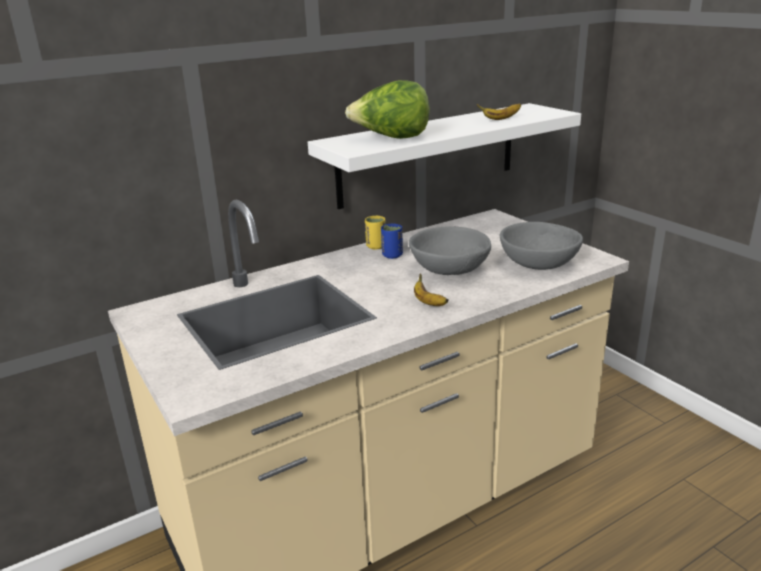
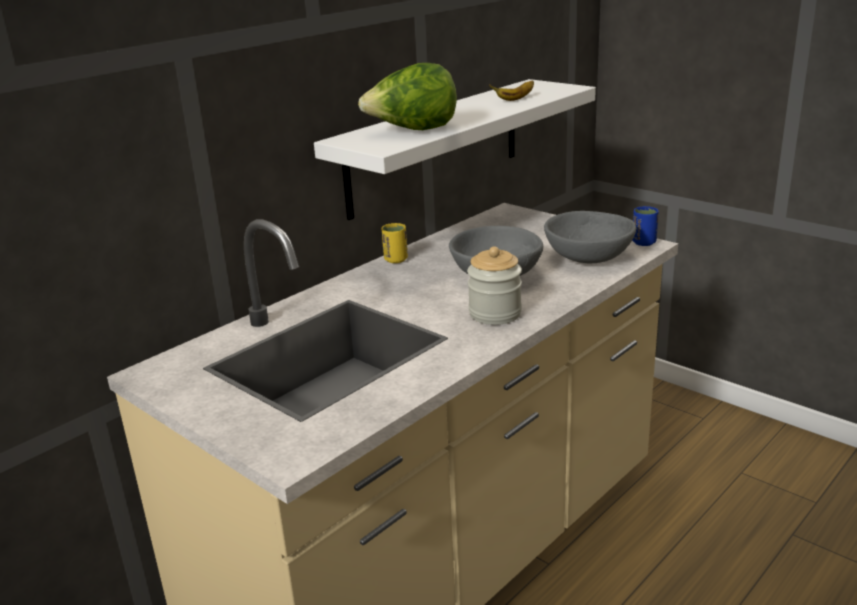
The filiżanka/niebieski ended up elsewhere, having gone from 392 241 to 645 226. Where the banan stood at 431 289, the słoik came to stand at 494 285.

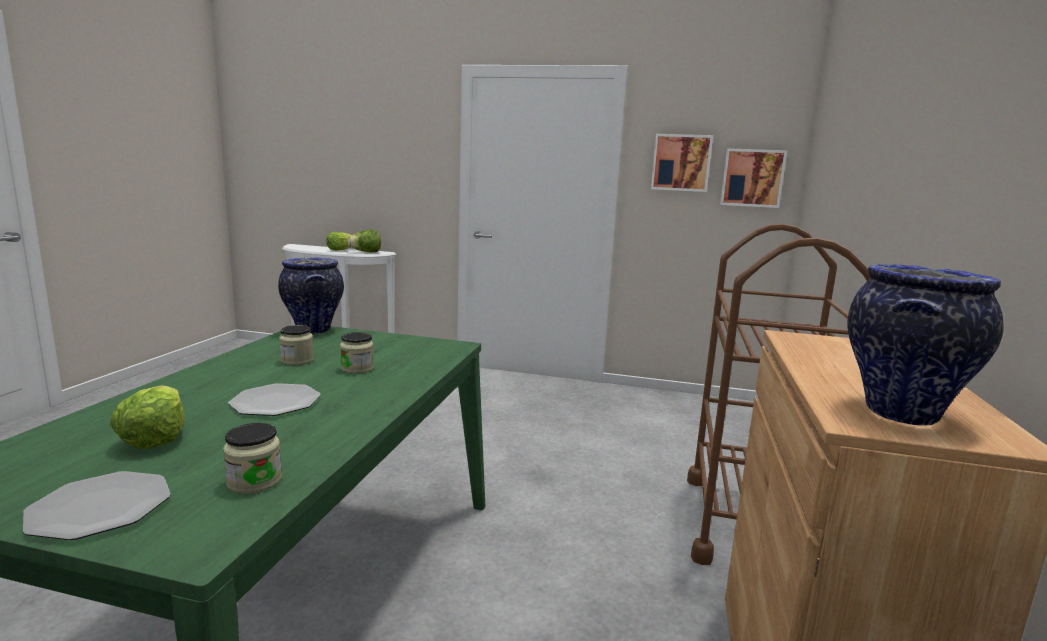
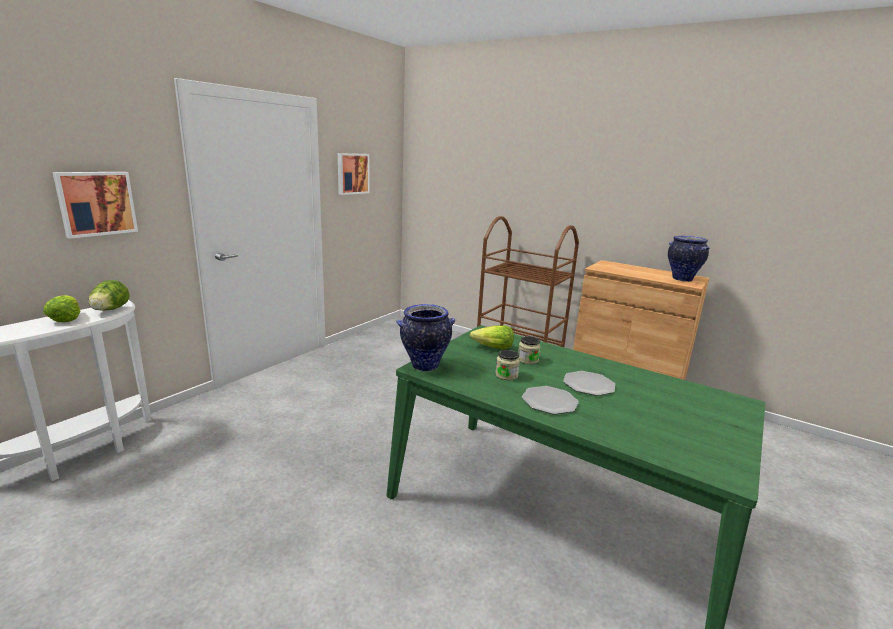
The talerz ended up elsewhere, having gone from 97 505 to 550 400. The sałata ended up elsewhere, having gone from 147 417 to 492 337. The second view lost the słoik at 252 458. The obraz ended up elsewhere, having gone from 753 178 to 95 205.

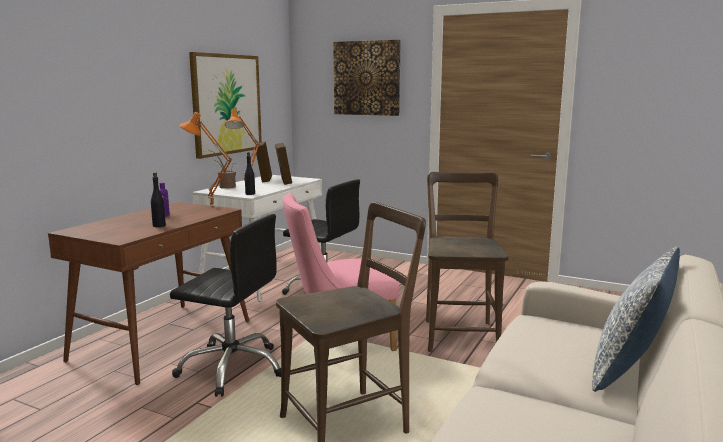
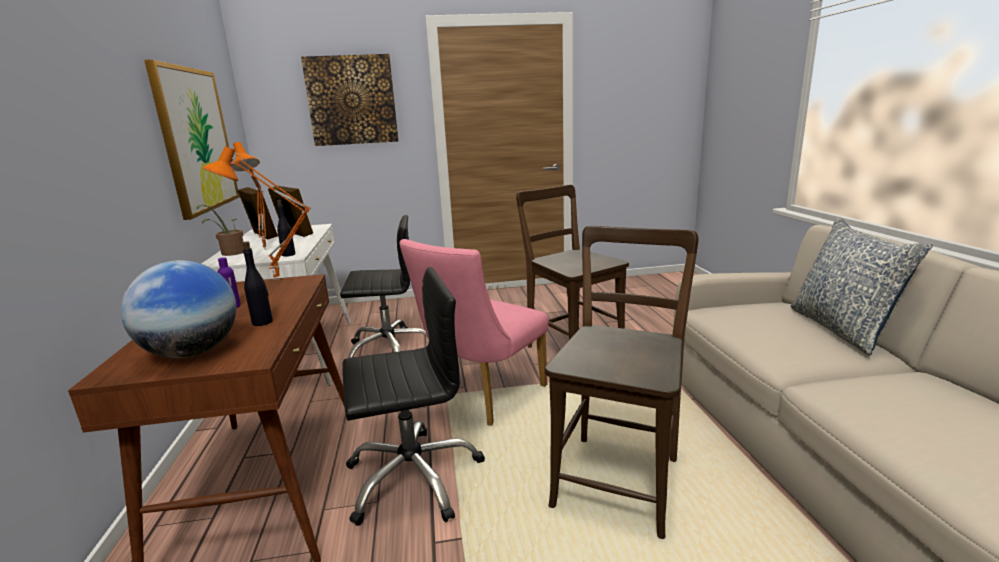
The second view gained the globus at 178 309.

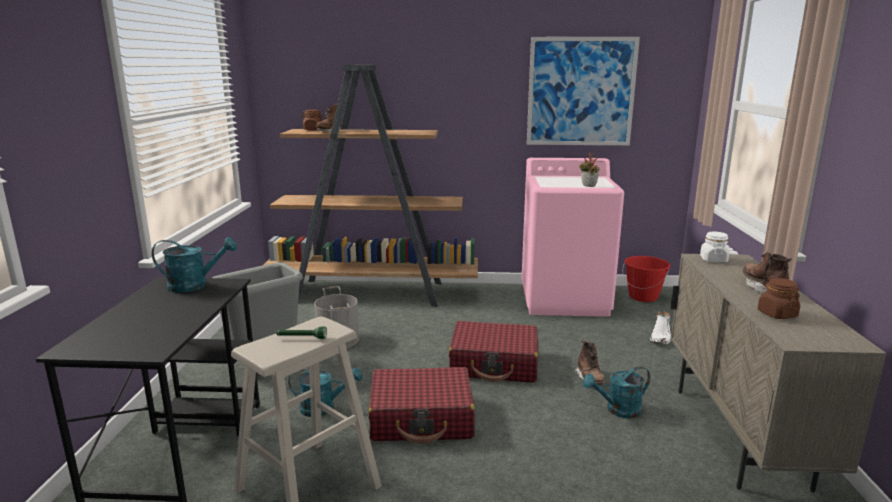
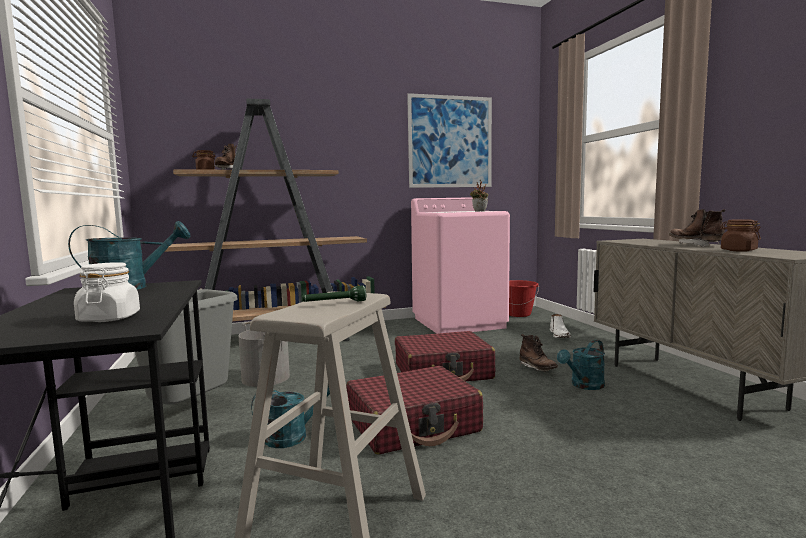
The słoik/biały ended up elsewhere, having gone from 714 247 to 107 292.

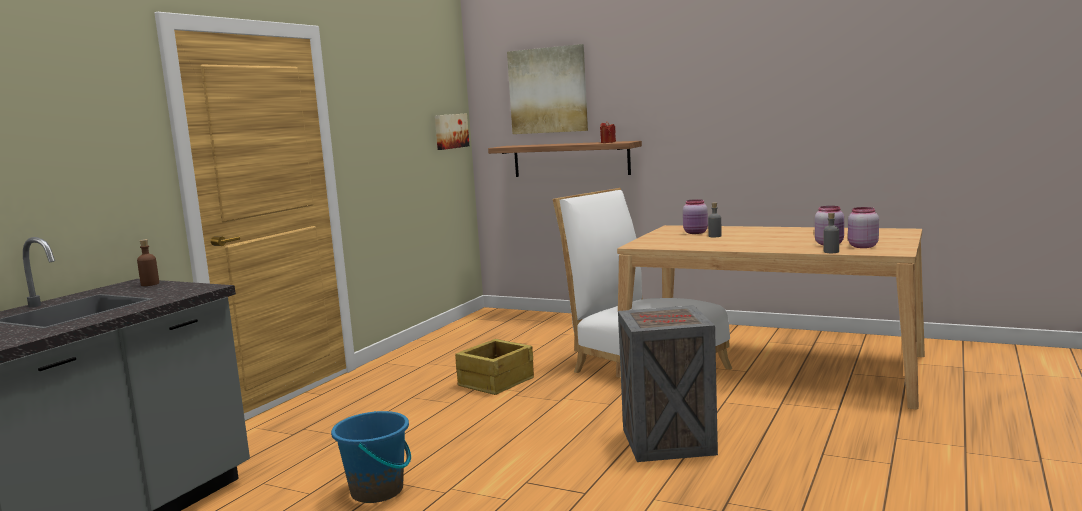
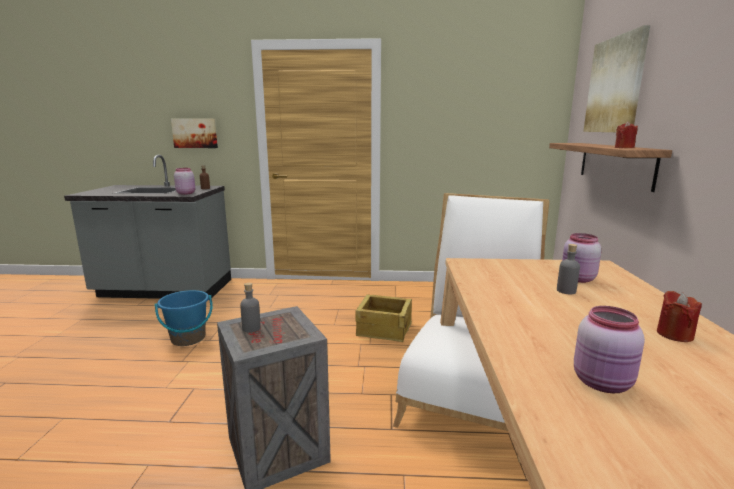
The obraz ended up elsewhere, having gone from 452 131 to 194 133. The butelka/szary ended up elsewhere, having gone from 831 233 to 250 308. The słoik/różowy ended up elsewhere, having gone from 863 227 to 184 181. The second view gained the świeca/czerwony at 679 316.

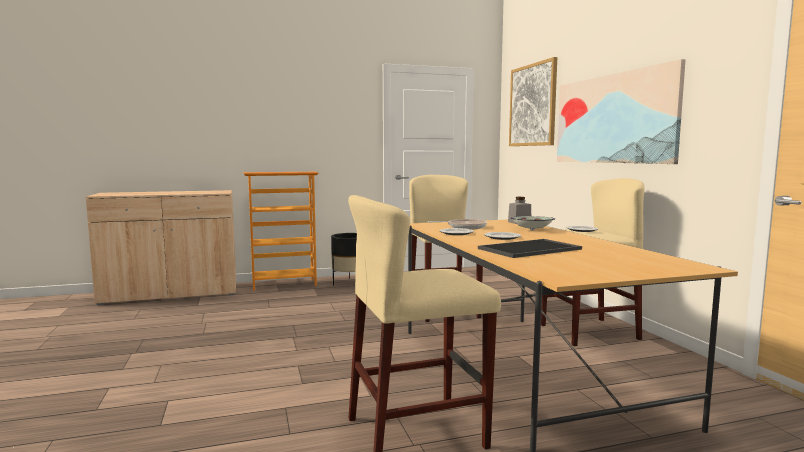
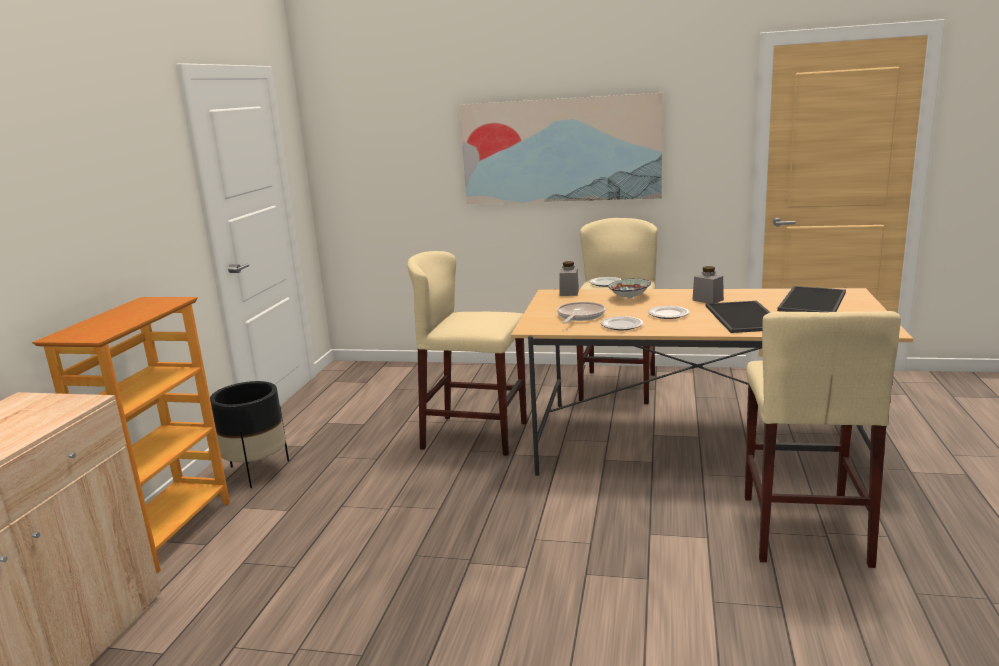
The second view lost the obraz at 533 101. The second view gained the słoik/szary at 708 284. The second view gained the taca at 811 299.

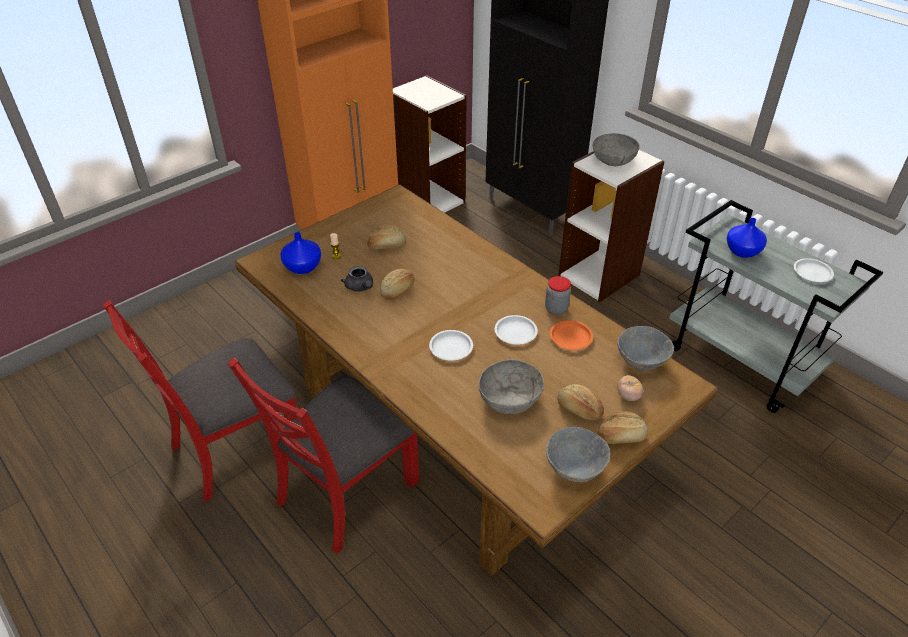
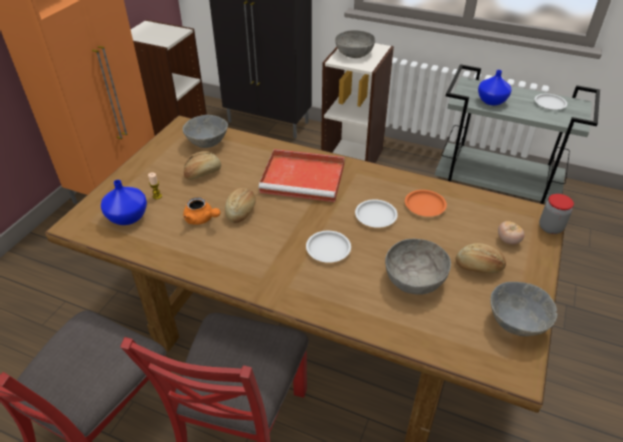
What was the imbryk/szary at 357 279 turned into the imbryk/pomarańczowy at 202 211. The słoik ended up elsewhere, having gone from 558 295 to 556 214. The second view lost the chleb at 622 427. The miska/szary ended up elsewhere, having gone from 645 348 to 205 131. The second view gained the taca/czerwony at 302 175.

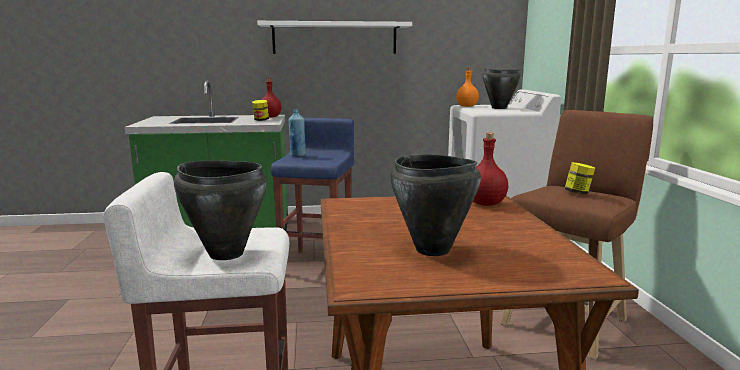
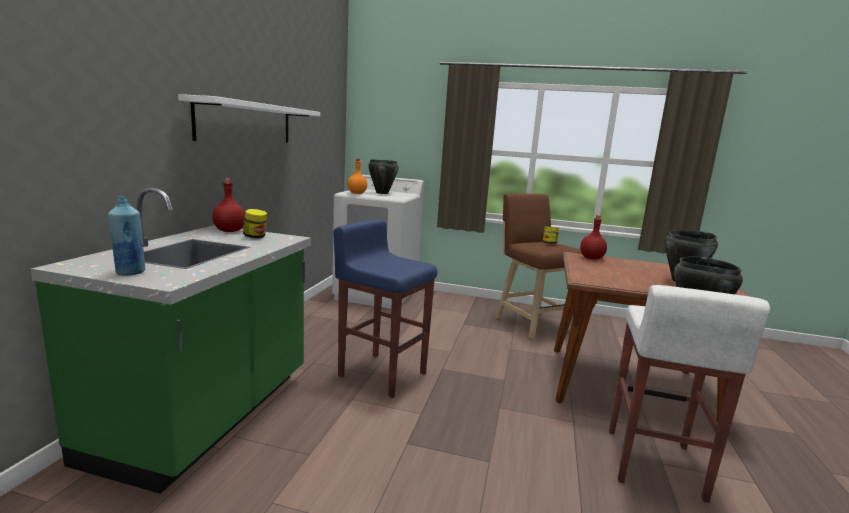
The butelka/niebieski ended up elsewhere, having gone from 297 133 to 126 236.

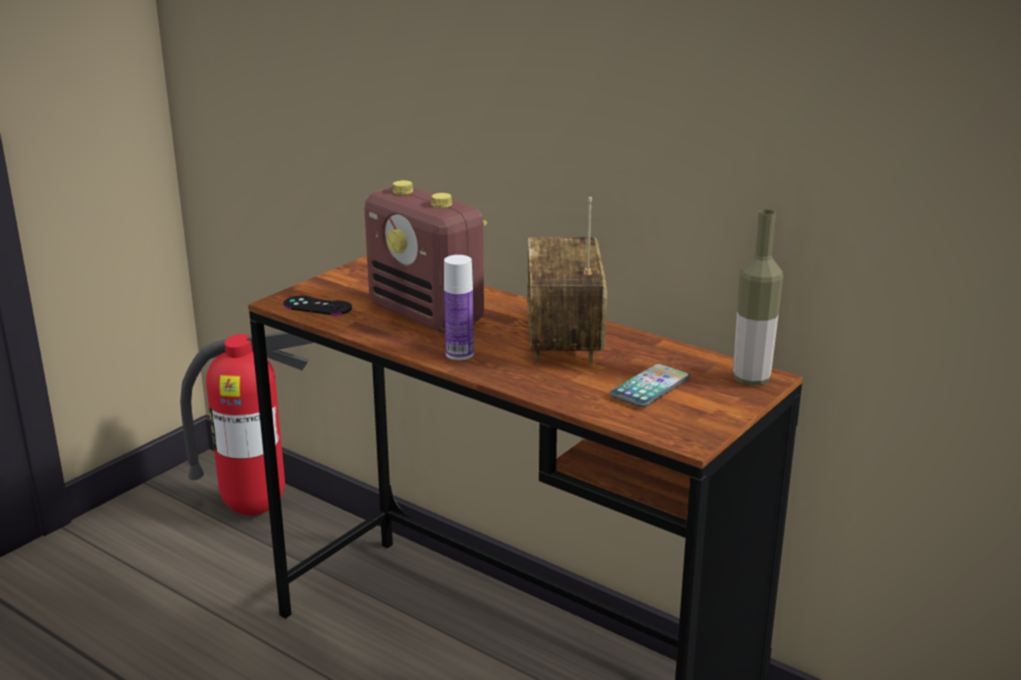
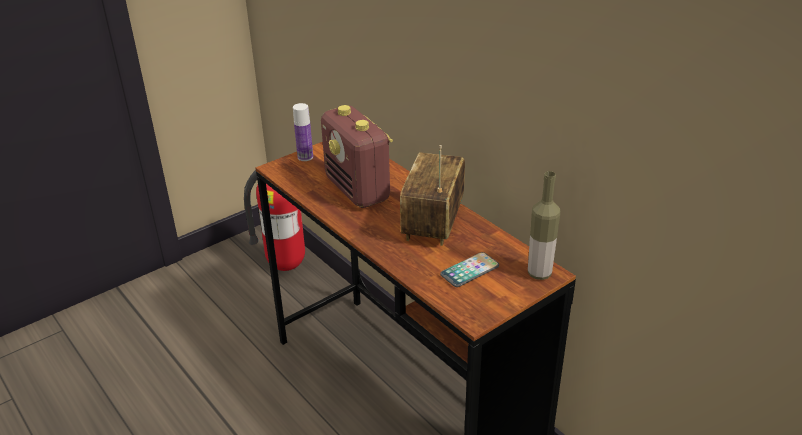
The second view lost the pad do gier/czarny at 317 305. The butelka ended up elsewhere, having gone from 459 307 to 303 132.

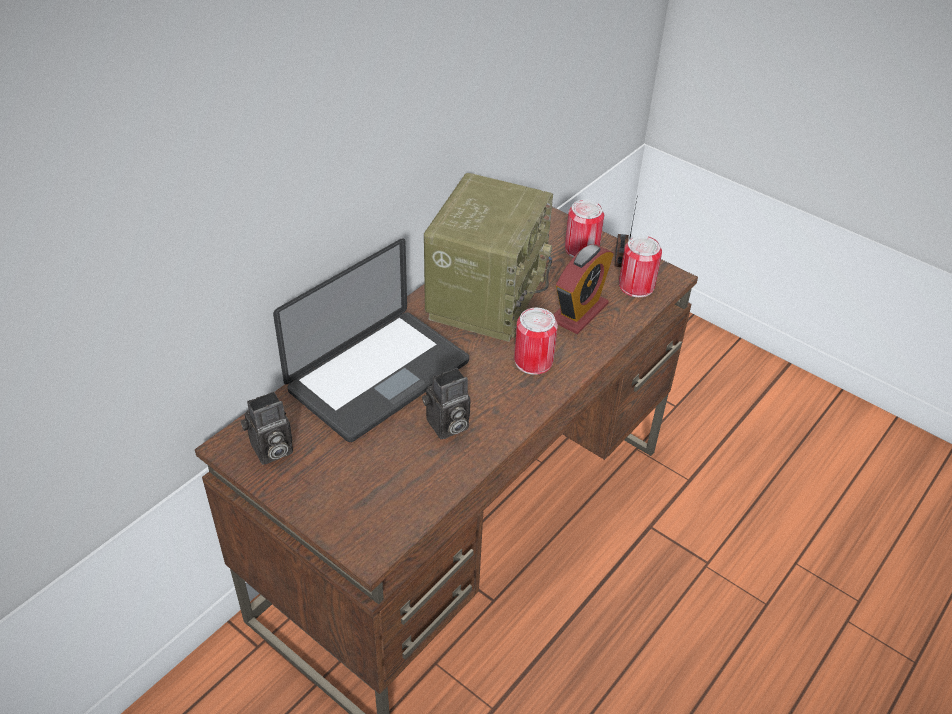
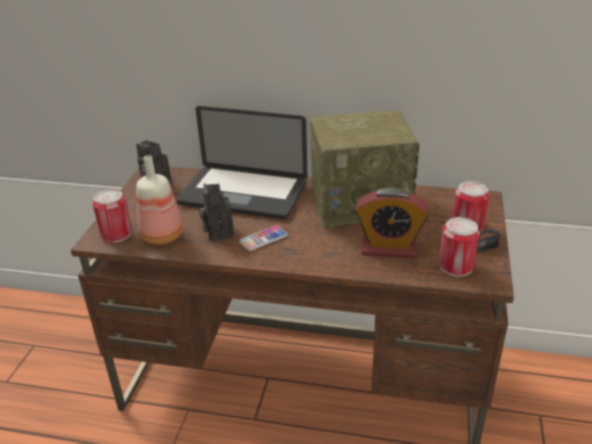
The aparat fotograficzny at 446 403 ended up facing another way, 45 degrees clockwise from before. The puszka ended up elsewhere, having gone from 536 341 to 112 216. The second view gained the butelka at 159 200. The second view gained the telefon at 263 238.

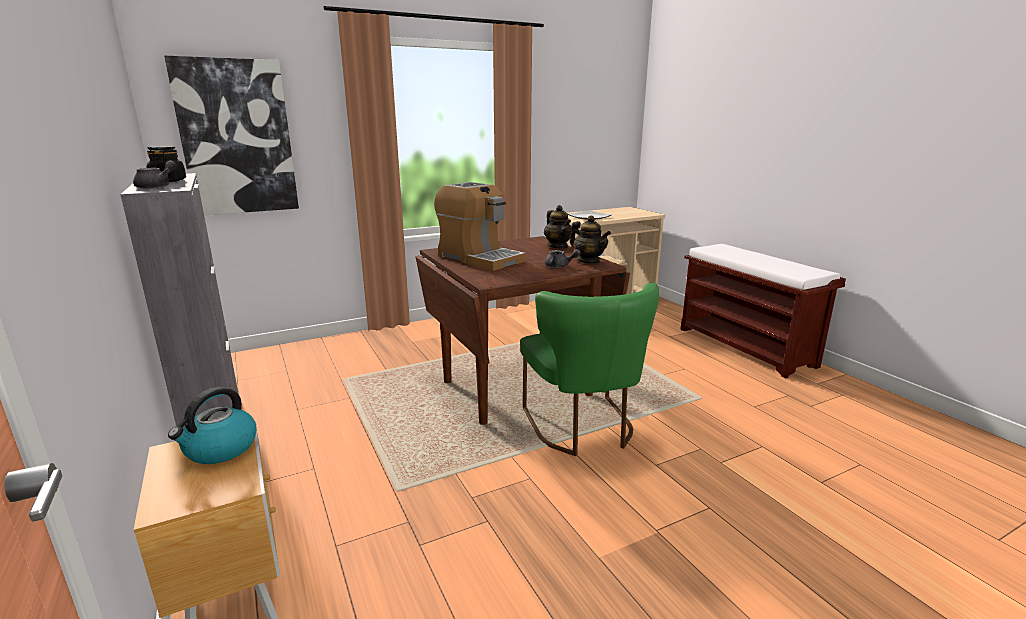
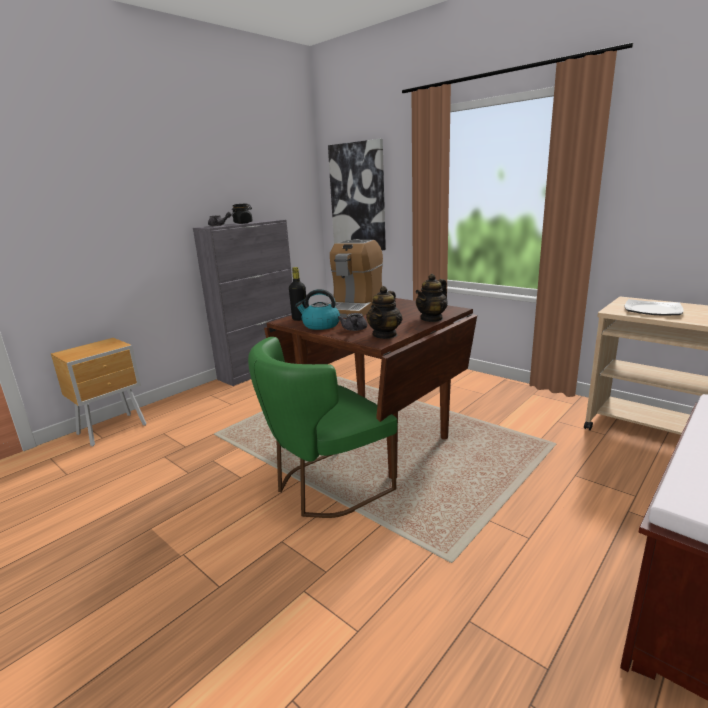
The czajnik ended up elsewhere, having gone from 212 425 to 317 309. The second view gained the butelka/czarny at 297 294.

